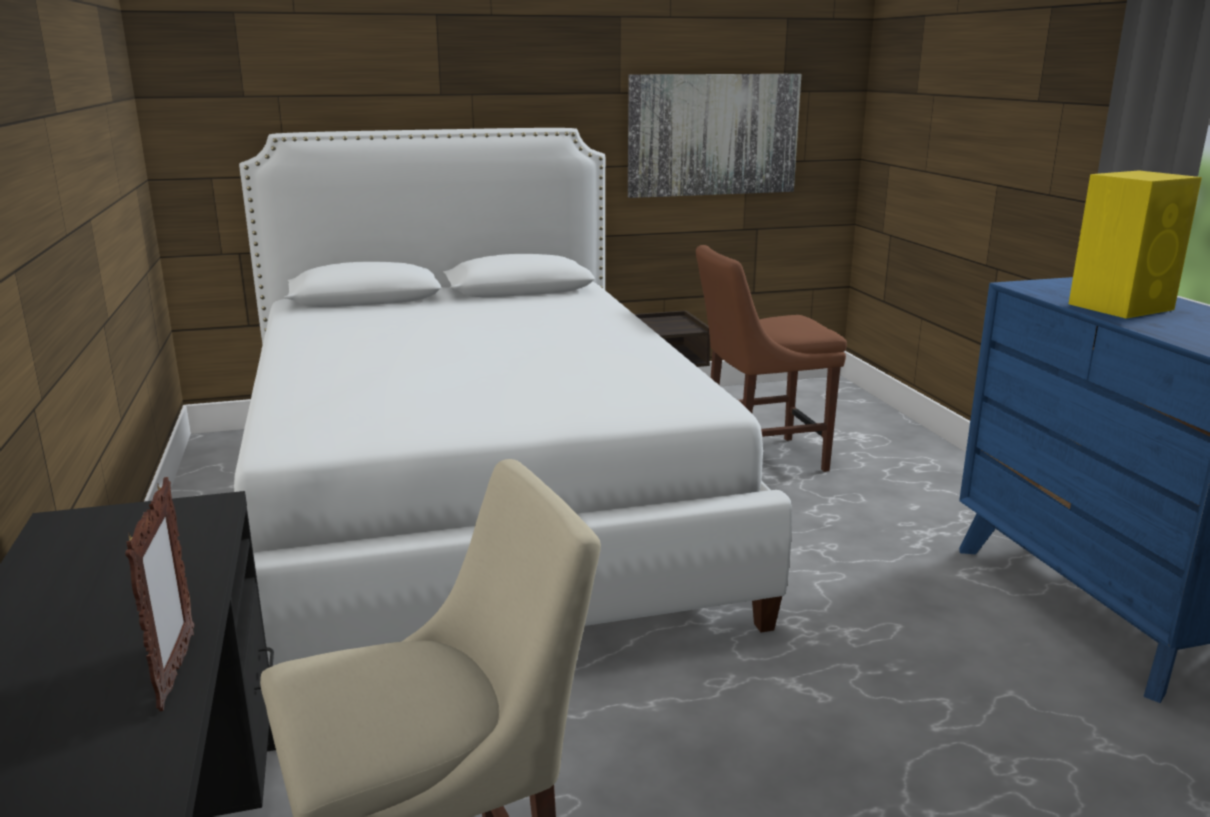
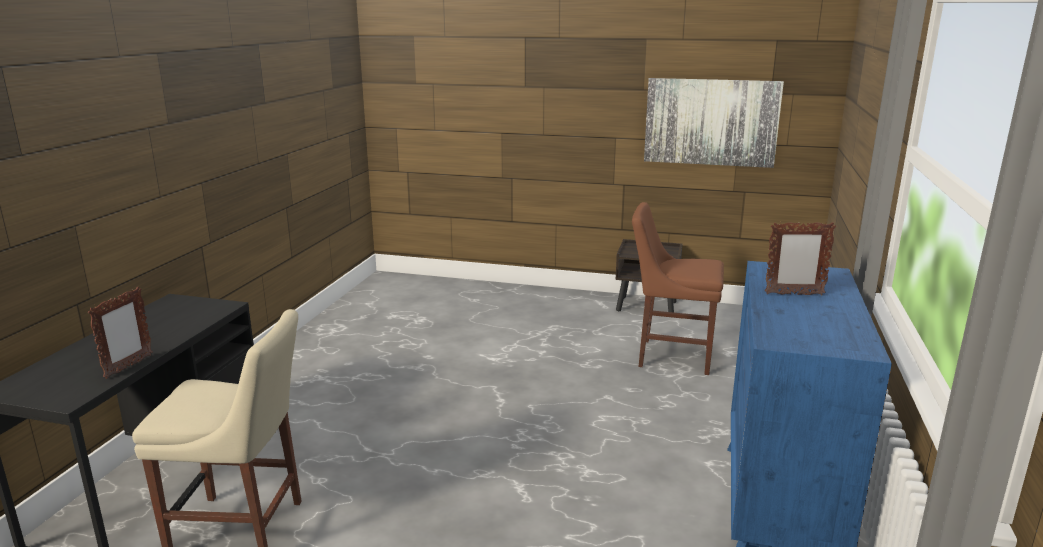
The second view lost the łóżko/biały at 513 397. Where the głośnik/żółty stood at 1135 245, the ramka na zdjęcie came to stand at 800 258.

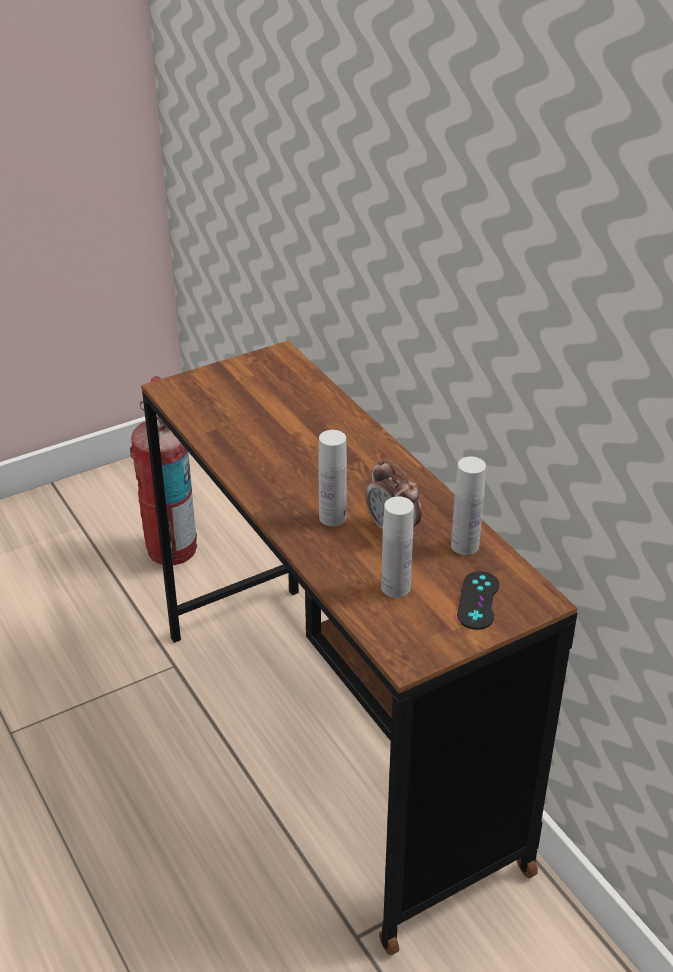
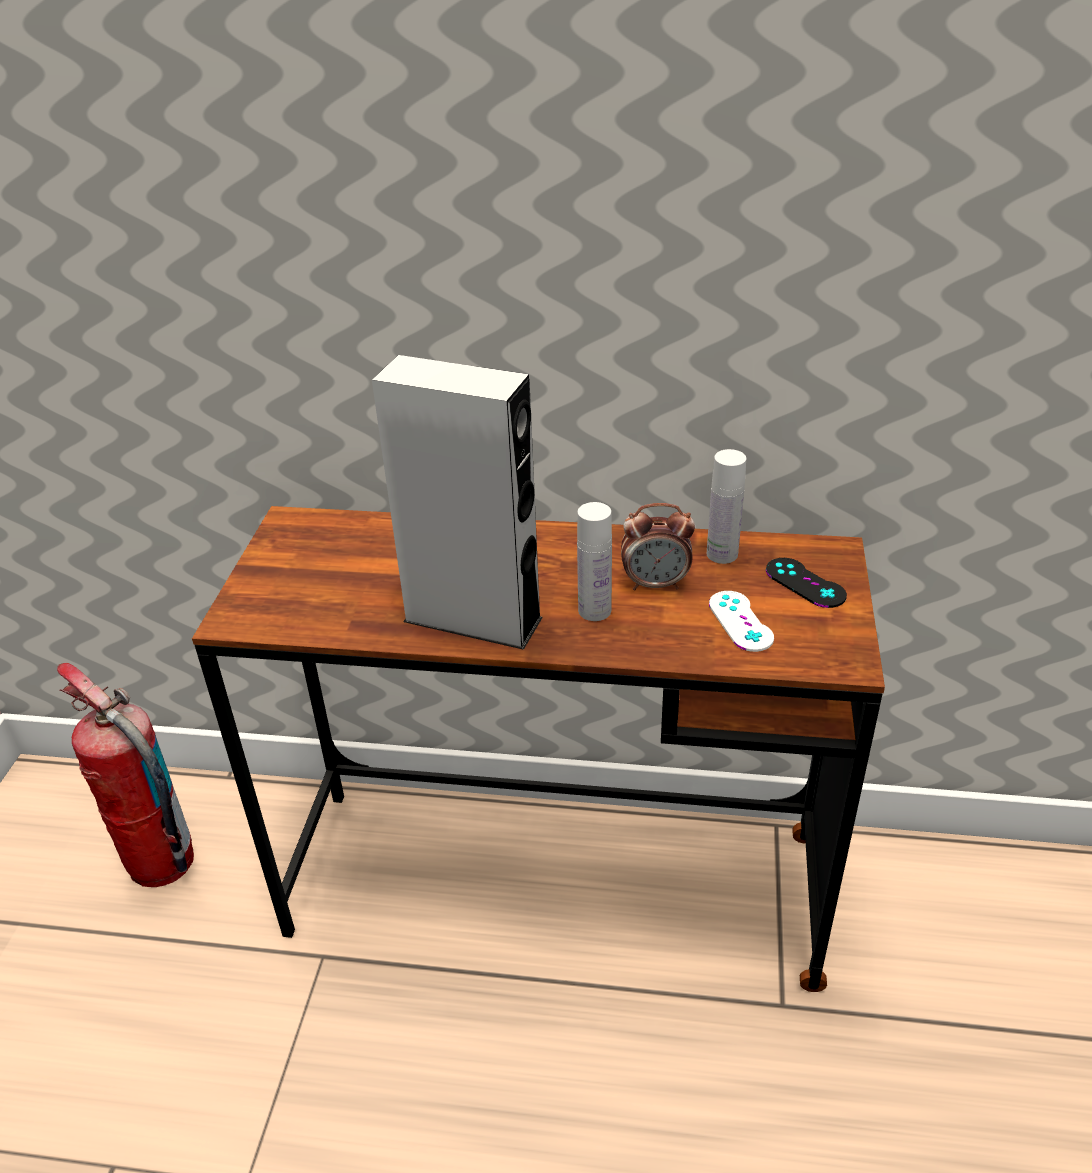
Where the butelka/biały stood at 397 547, the pad do gier/biały came to stand at 741 621. The second view gained the głośnik/szary at 457 502.

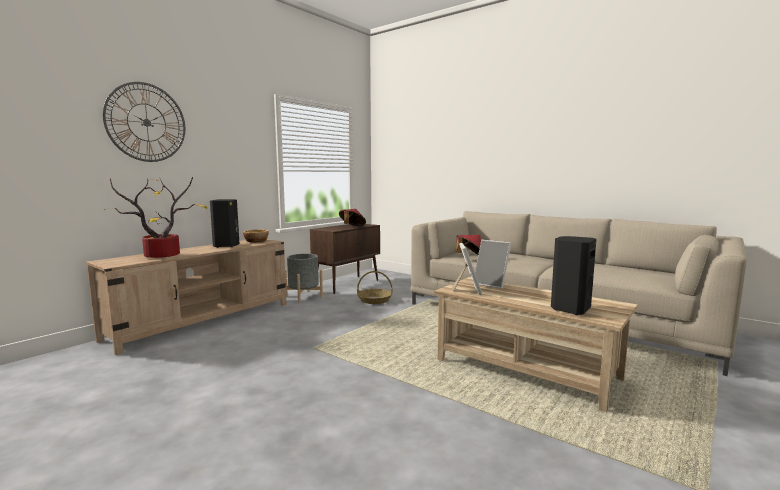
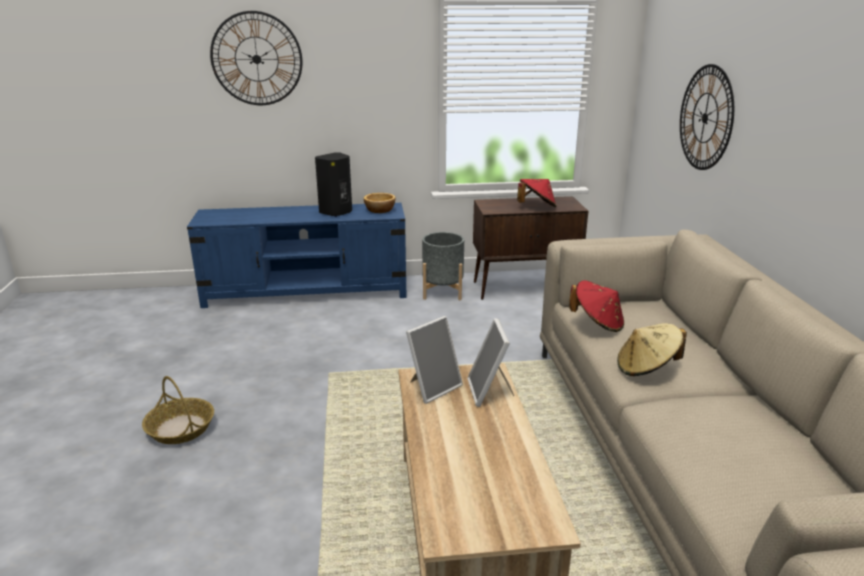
What was the szafka pod telewizor/beżowy at 186 297 turned into the szafka pod telewizor/niebieski at 297 255. The second view lost the roślina doniczkowa at 155 217. The koszyk ended up elsewhere, having gone from 374 287 to 178 410. The second view lost the głośnik/czarny at 573 275. The second view gained the kapelusz/beżowy at 652 349. The second view gained the zegar ścienny at 707 117.

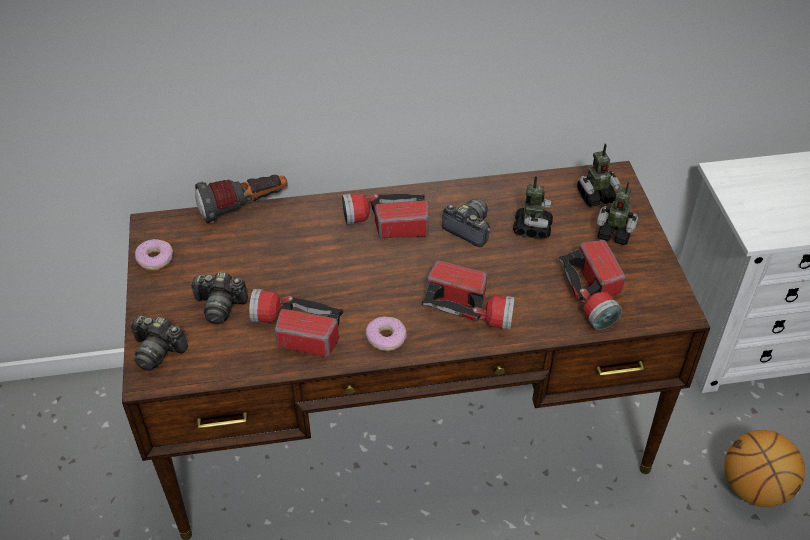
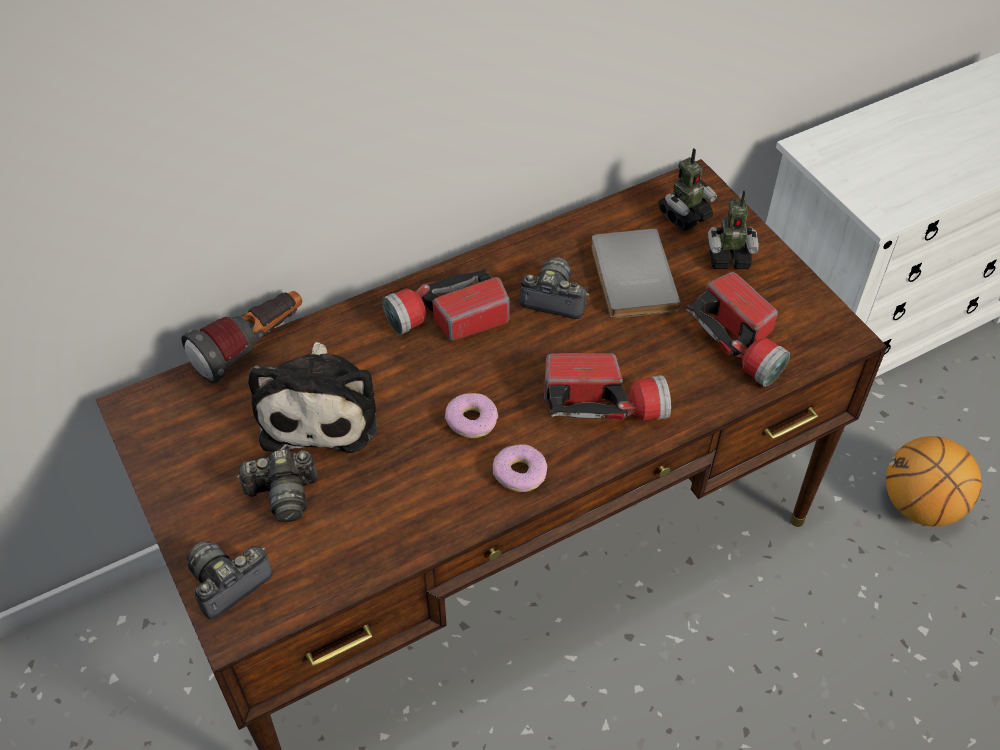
The aparat fotograficzny at 159 343 ended up facing another way, 135 degrees clockwise from before. The donut ended up elsewhere, having gone from 154 254 to 471 415. The second view lost the latarka at 296 323. Where the robot zabawkowy stood at 533 207, the książka/szary came to stand at 636 273. The second view gained the pluszak at 312 397.

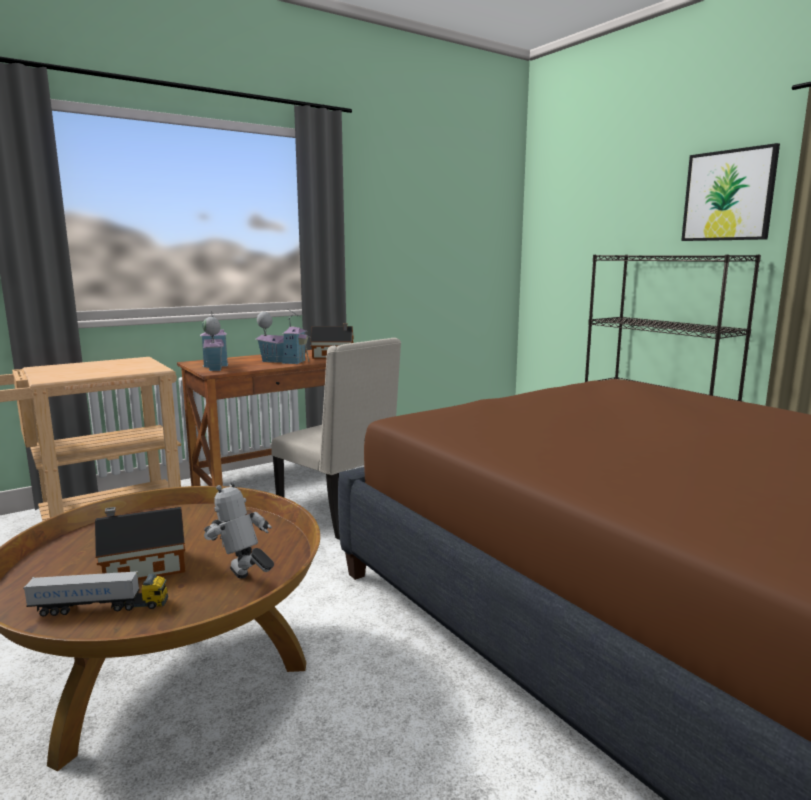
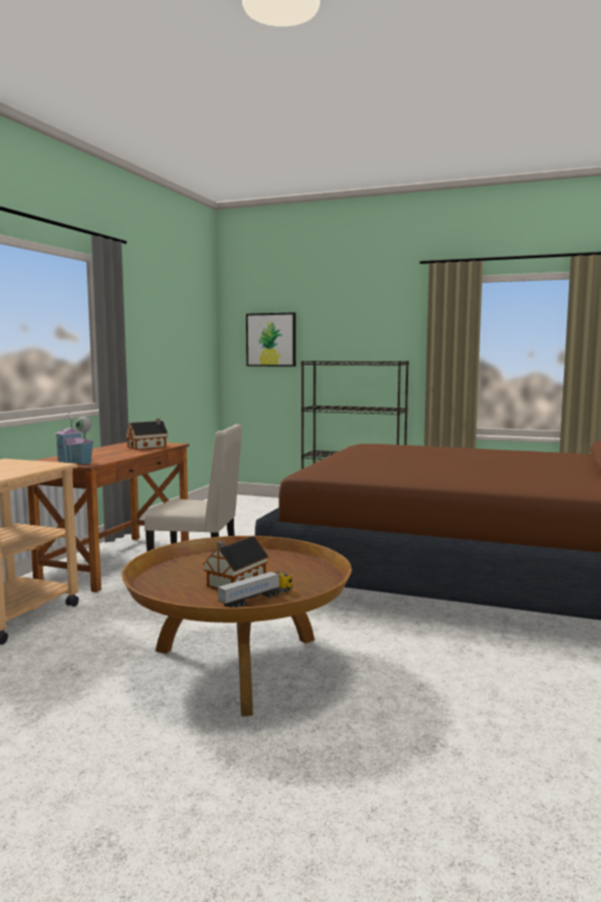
The second view lost the robot zabawkowy at 239 529. The second view lost the domek at 283 336. The obraz ended up elsewhere, having gone from 730 192 to 271 339.

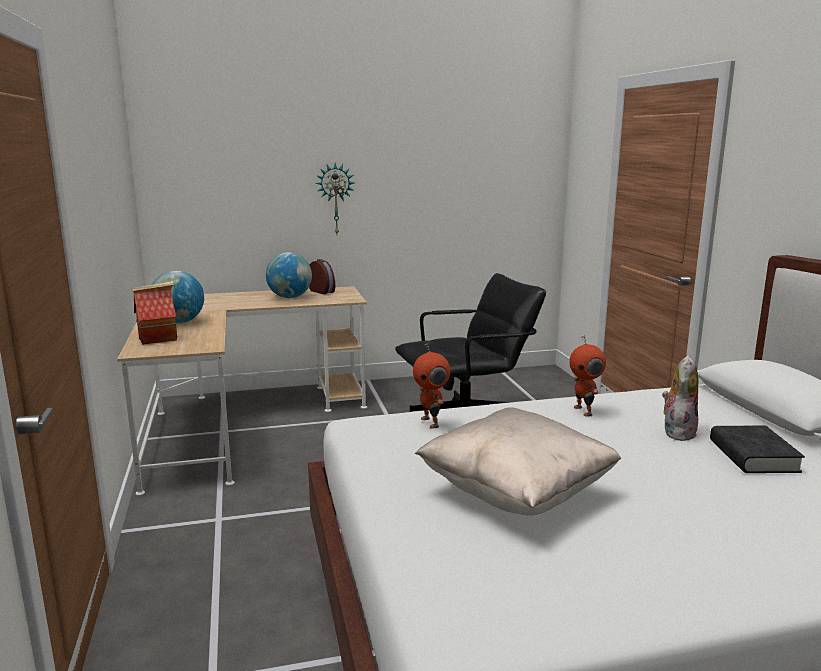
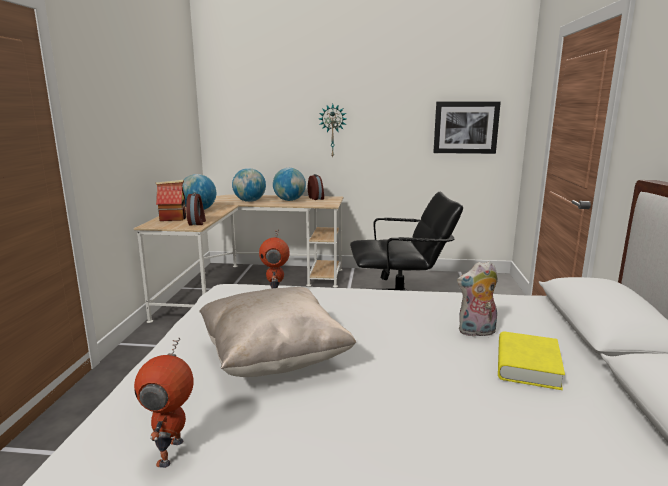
The robot zabawkowy ended up elsewhere, having gone from 587 376 to 164 403. The pluszak at 680 398 ended up facing another way, 150 degrees counterclockwise from before. What was the książka/czarny at 757 449 turned into the książka/żółty at 531 360. The second view gained the budzik at 196 209. The second view gained the globus at 249 185. The second view gained the obraz at 467 128.

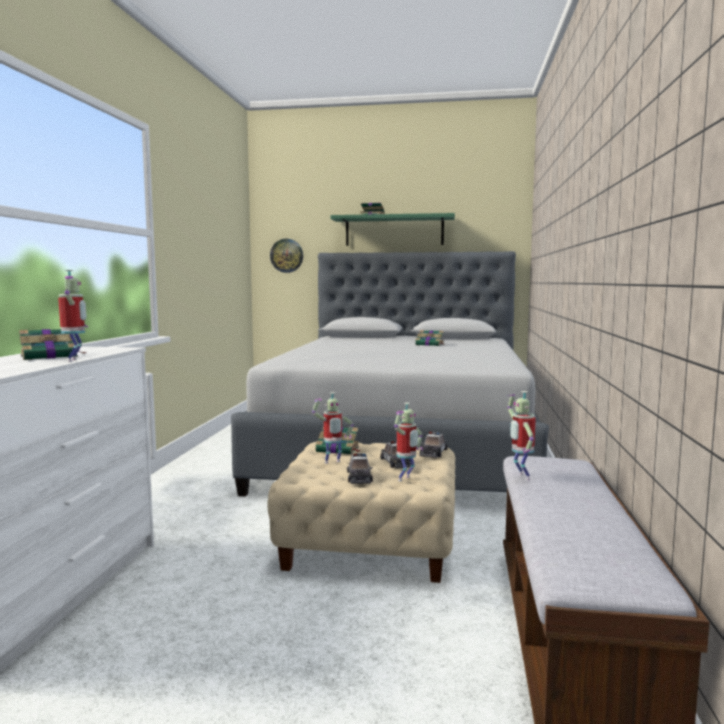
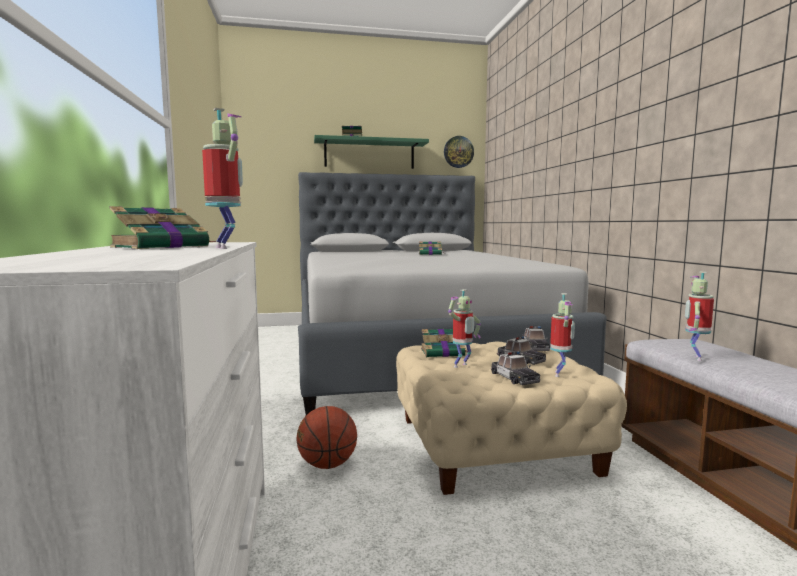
The zegar ścienny ended up elsewhere, having gone from 286 256 to 459 152. The robot zabawkowy at 521 435 ended up facing another way, 60 degrees clockwise from before. The second view gained the piłka do koszykówki at 326 437.

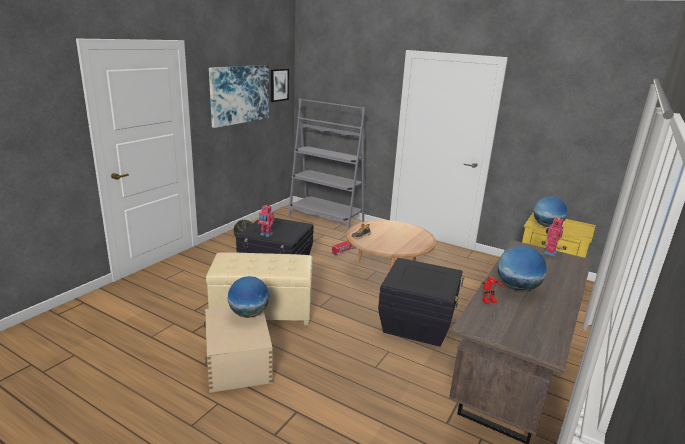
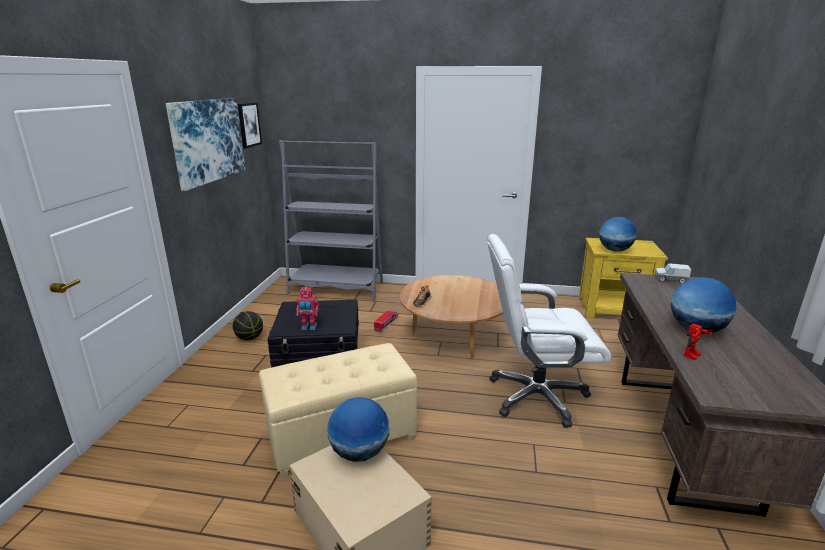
Where the pojemnik do przechowywania/czarny stood at 421 302, the krzesło biurowe/biały came to stand at 549 331. Where the robot zabawkowy stood at 554 237, the ciężarówka zabawkowa came to stand at 673 273.

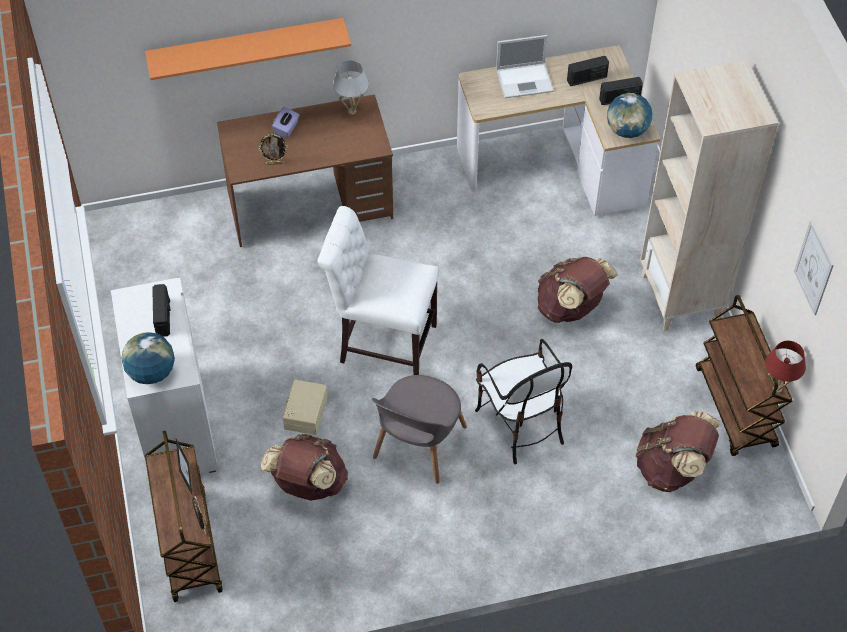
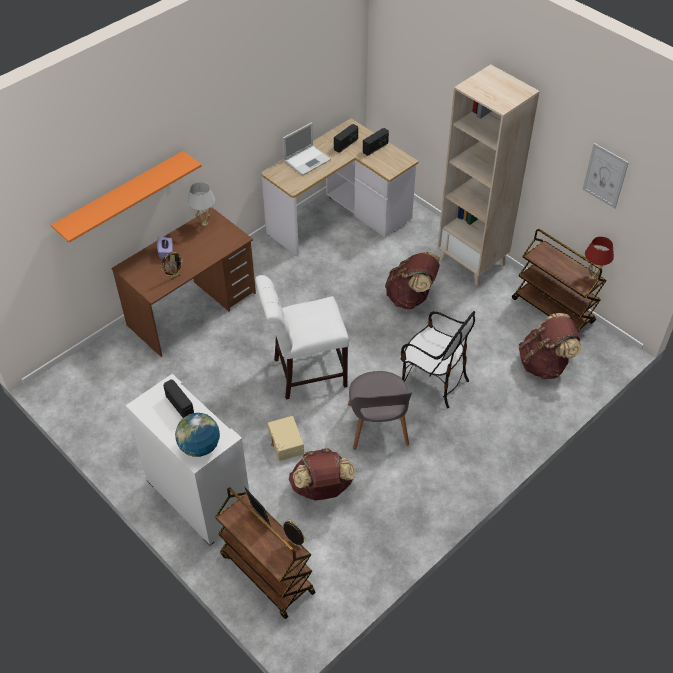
The second view lost the globus at 629 115.

